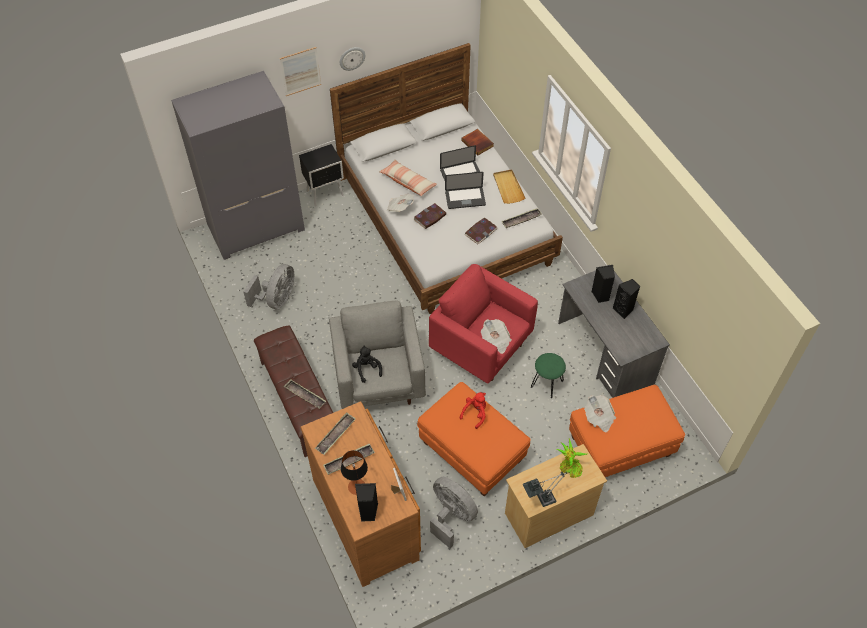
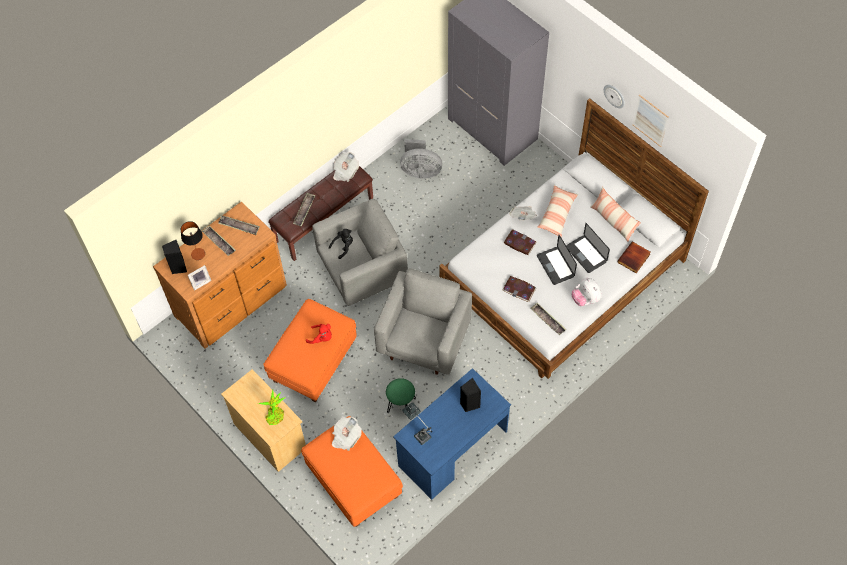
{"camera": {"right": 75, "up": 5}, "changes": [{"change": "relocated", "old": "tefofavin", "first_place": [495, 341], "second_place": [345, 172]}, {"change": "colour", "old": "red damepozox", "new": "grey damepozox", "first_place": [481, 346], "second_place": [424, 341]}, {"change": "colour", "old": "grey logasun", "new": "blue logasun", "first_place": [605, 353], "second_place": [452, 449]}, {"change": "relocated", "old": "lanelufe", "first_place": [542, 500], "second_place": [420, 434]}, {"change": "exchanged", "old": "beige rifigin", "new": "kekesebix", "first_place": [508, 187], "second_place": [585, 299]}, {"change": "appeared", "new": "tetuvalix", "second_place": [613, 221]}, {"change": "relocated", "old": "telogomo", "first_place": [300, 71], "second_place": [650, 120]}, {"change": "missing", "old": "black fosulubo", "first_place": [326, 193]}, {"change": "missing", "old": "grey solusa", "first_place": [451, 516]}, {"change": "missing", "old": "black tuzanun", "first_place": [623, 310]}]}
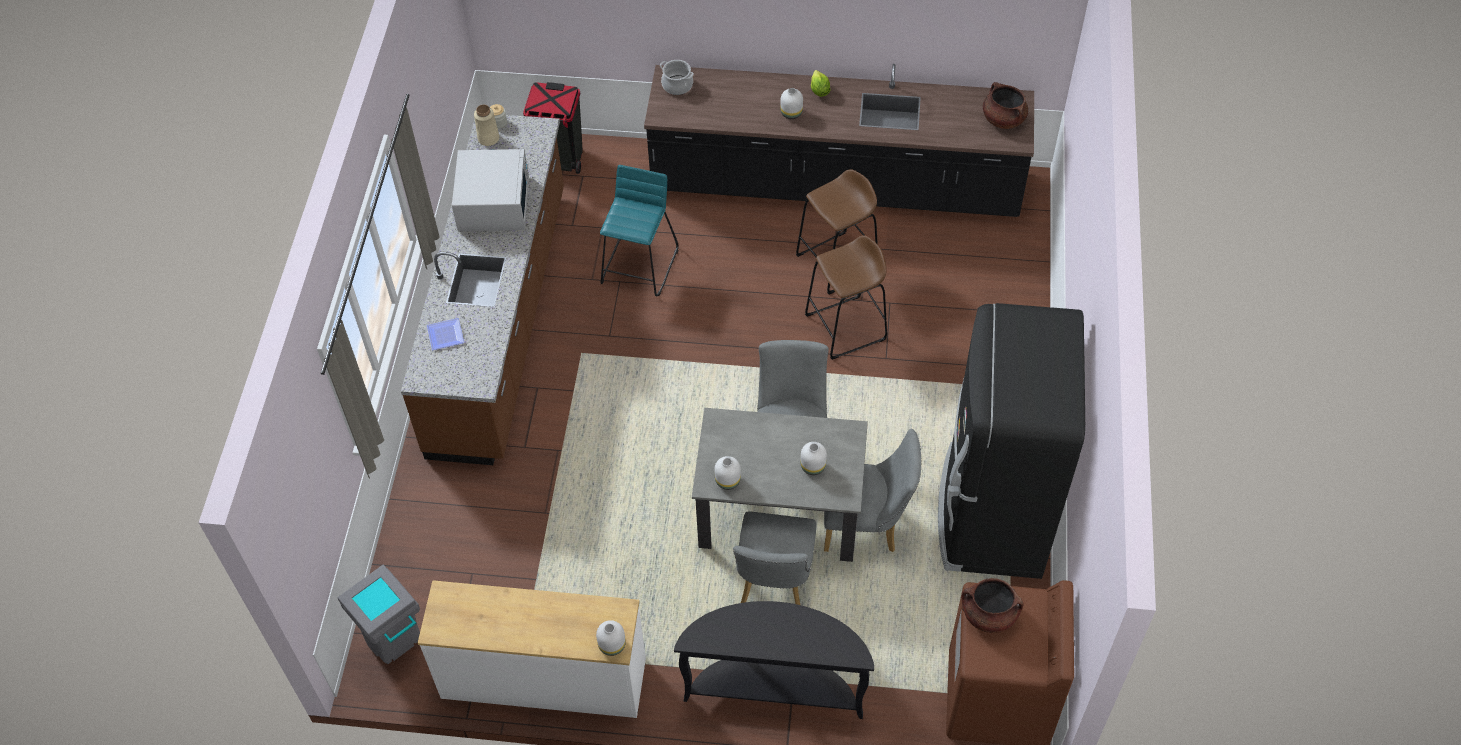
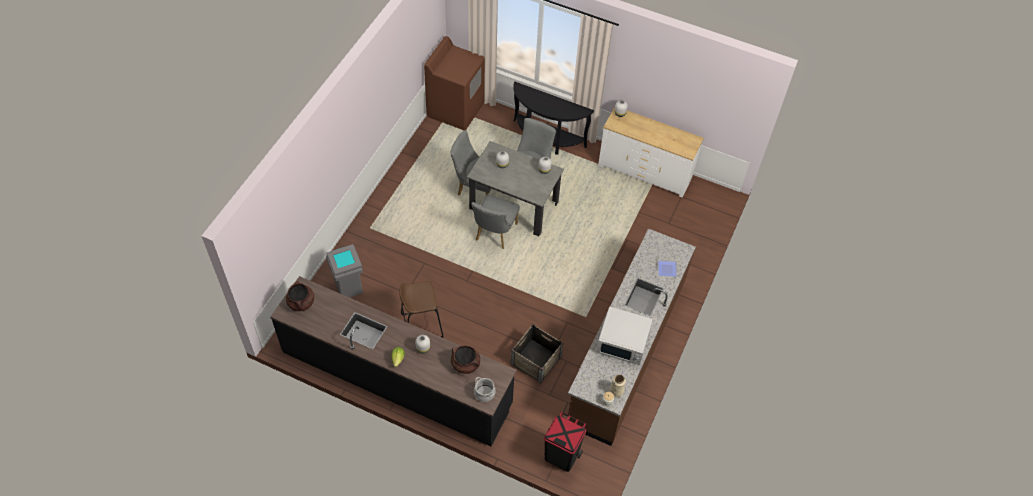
{"camera": {"right": -165, "up": 0}, "changes": [{"change": "relocated", "old": "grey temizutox", "first_place": [398, 647], "second_place": [348, 288]}, {"change": "relocated", "old": "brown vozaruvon", "first_place": [988, 615], "second_place": [465, 364]}, {"change": "exchanged", "old": "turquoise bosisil", "new": "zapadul", "first_place": [640, 266], "second_place": [535, 360]}, {"change": "spun", "old": "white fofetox", "first_place": [494, 203], "second_place": [623, 342], "degrees": -90}, {"change": "missing", "old": "brown bosisil", "first_place": [846, 327]}, {"change": "missing", "old": "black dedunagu", "first_place": [991, 513]}]}
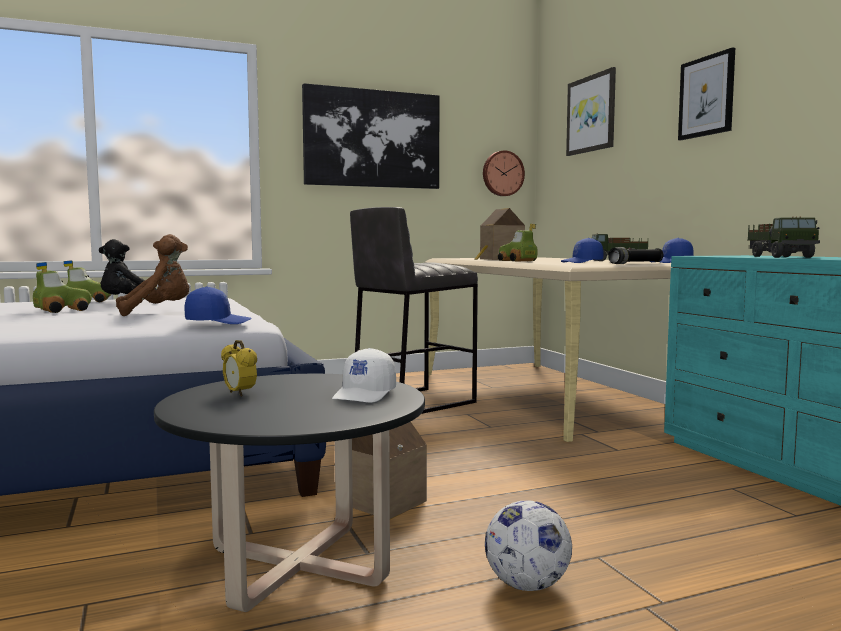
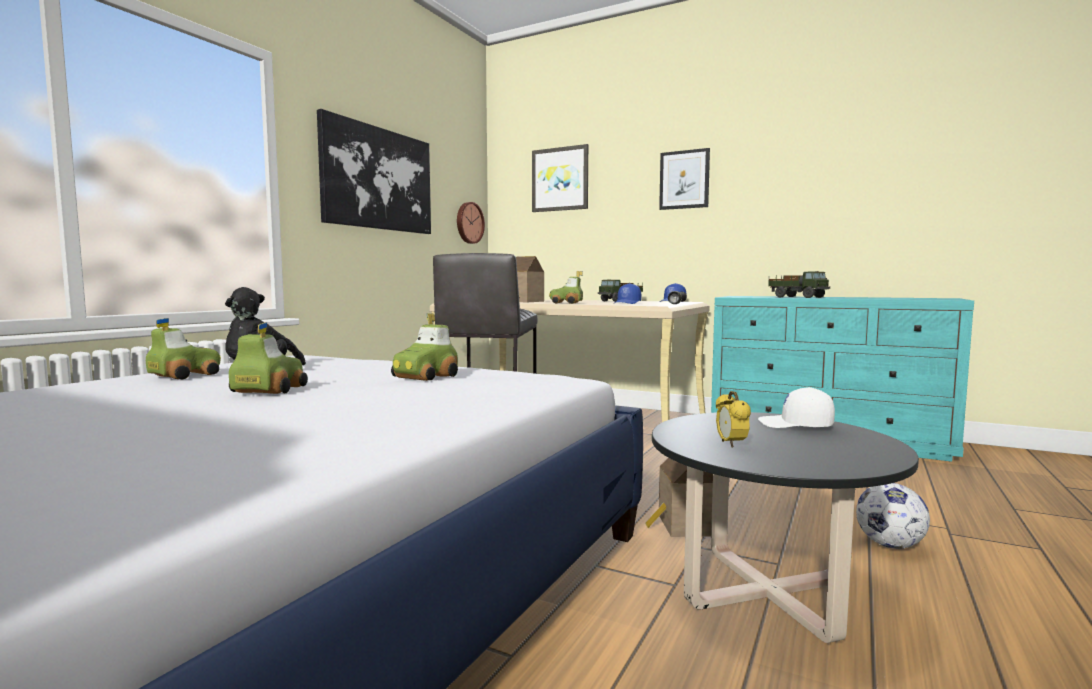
{"camera": {"right": -40, "up": 0}, "changes": [{"change": "exchanged", "old": "brown kekesebix", "new": "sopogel", "first_place": [158, 312], "second_place": [426, 377]}, {"change": "spun", "old": "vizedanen", "first_place": [240, 394], "second_place": [731, 444], "degrees": 75}, {"change": "spun", "old": "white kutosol", "first_place": [365, 394], "second_place": [795, 425], "degrees": 135}, {"change": "missing", "old": "blue kutosol", "first_place": [218, 322]}]}
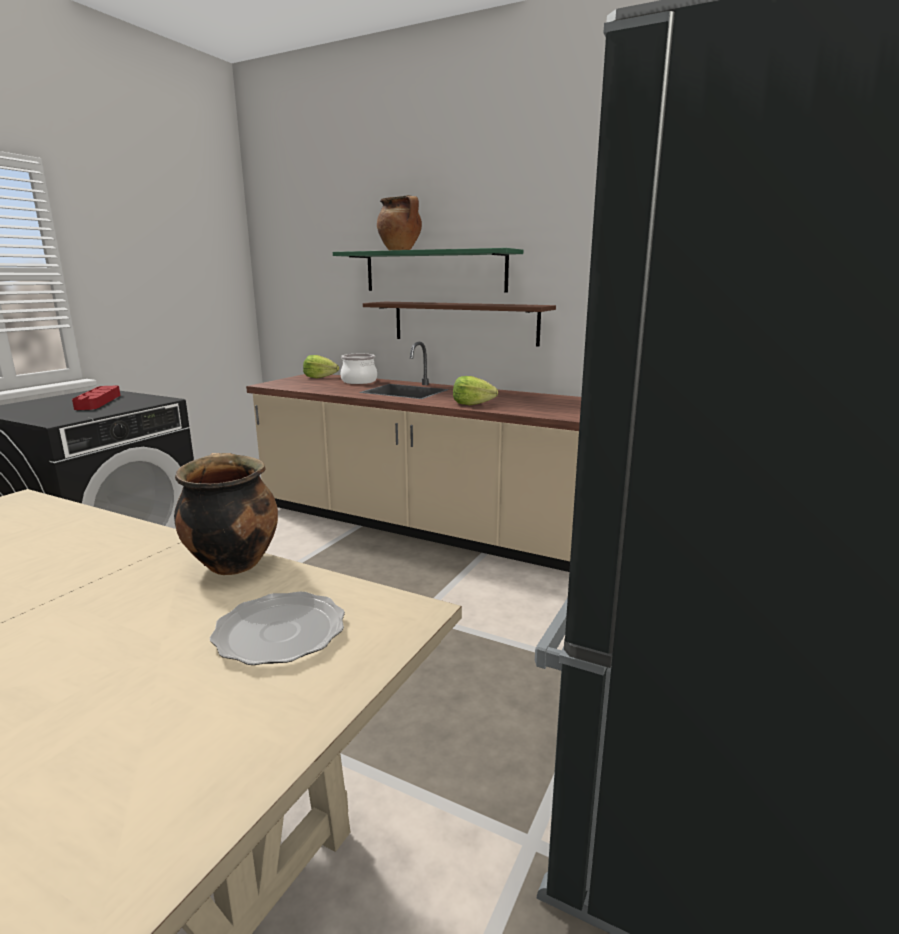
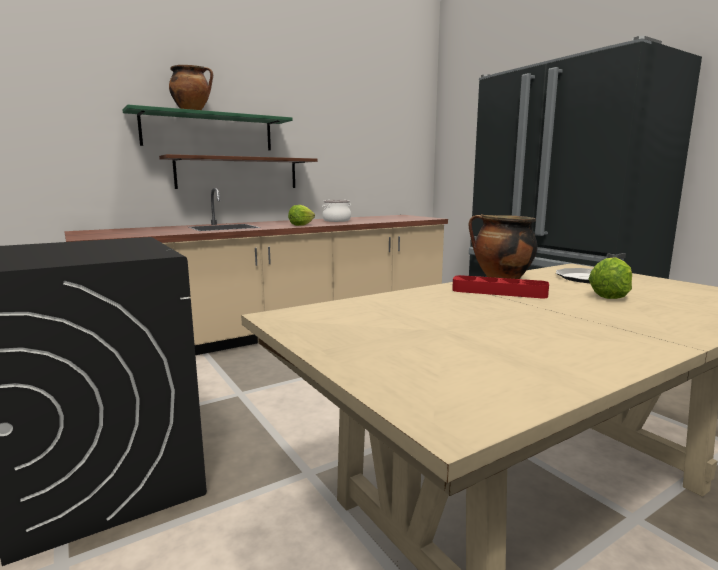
{"camera": {"right": -60, "up": -5}, "changes": [{"change": "relocated", "old": "vozaruvon", "first_place": [359, 381], "second_place": [336, 220]}, {"change": "relocated", "old": "red rifigin", "first_place": [98, 402], "second_place": [499, 292]}, {"change": "relocated", "old": "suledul", "first_place": [320, 377], "second_place": [610, 296]}]}
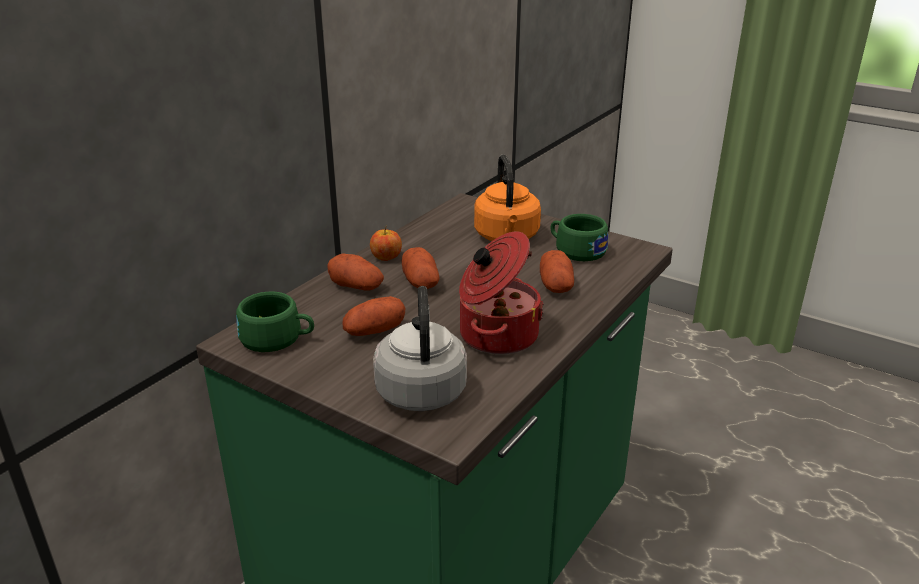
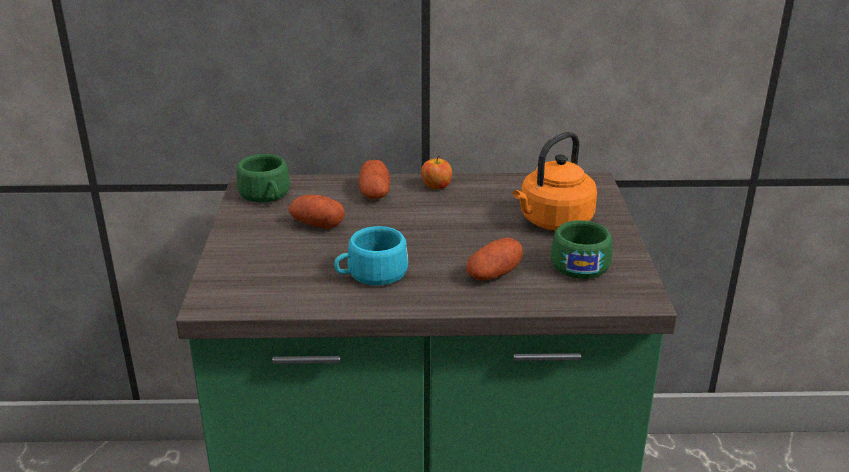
{"camera": {"right": 55, "up": 0}, "changes": [{"change": "exchanged", "old": "vozaruvon", "new": "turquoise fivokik", "first_place": [496, 335], "second_place": [371, 274]}, {"change": "missing", "old": "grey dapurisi", "first_place": [421, 389]}, {"change": "missing", "old": "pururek", "first_place": [420, 282]}]}
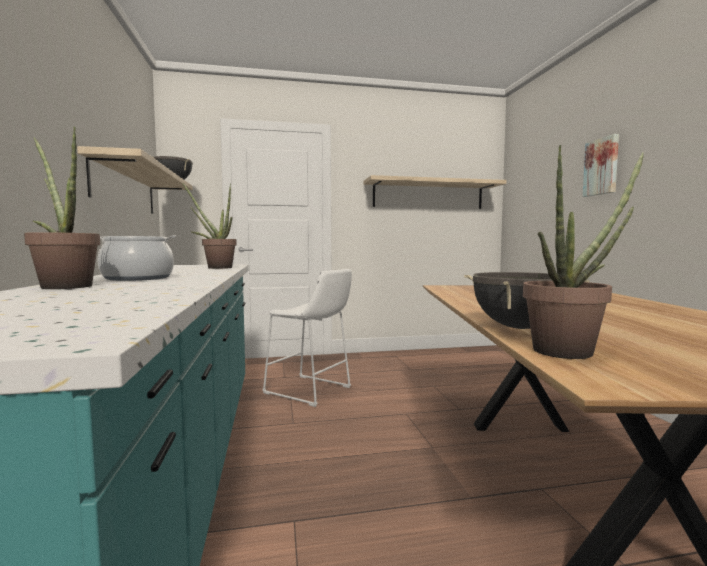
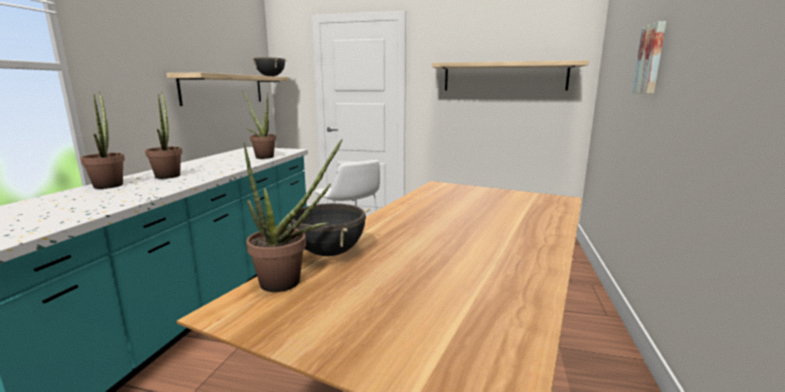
{"camera": {"right": 25, "up": 10}, "changes": [{"change": "exchanged", "old": "vozaruvon", "new": "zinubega", "first_place": [138, 278], "second_place": [168, 175]}]}
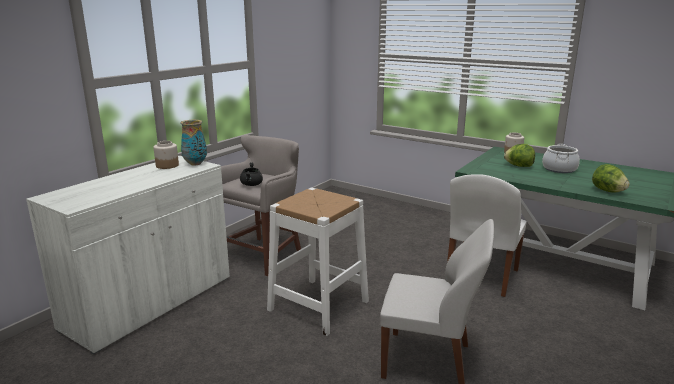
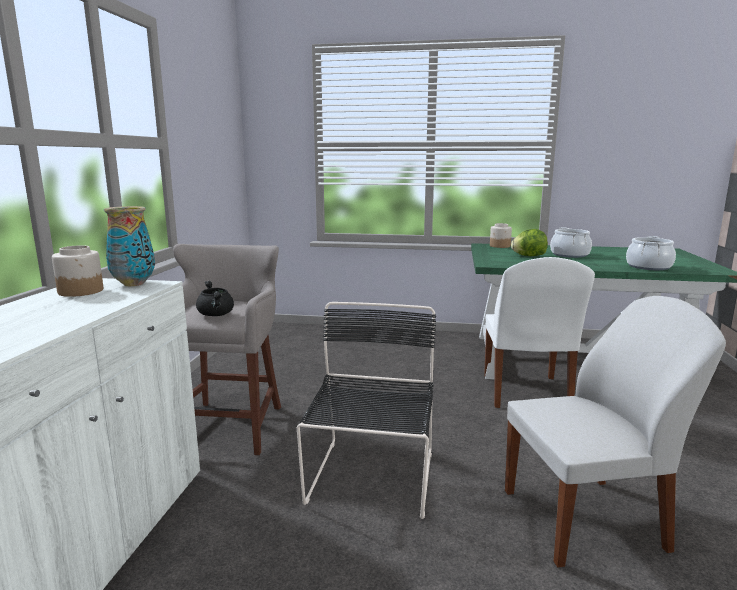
{"camera": {"right": -25, "up": -5}, "changes": [{"change": "exchanged", "old": "white bosisil", "new": "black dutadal", "first_place": [318, 305], "second_place": [371, 480]}, {"change": "exchanged", "old": "suledul", "new": "vozaruvon", "first_place": [607, 191], "second_place": [648, 267]}]}
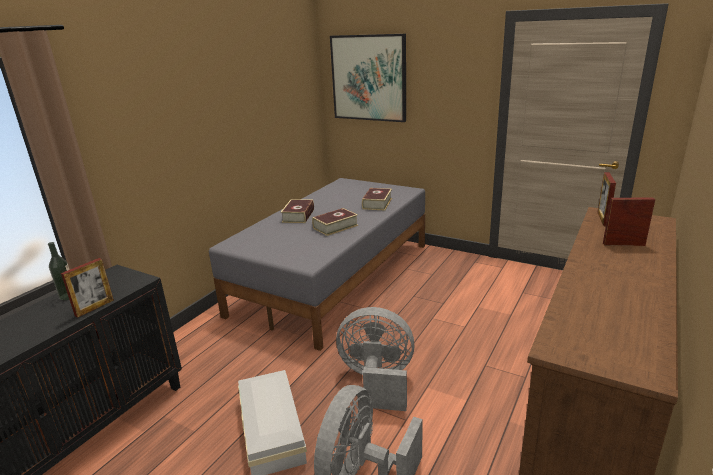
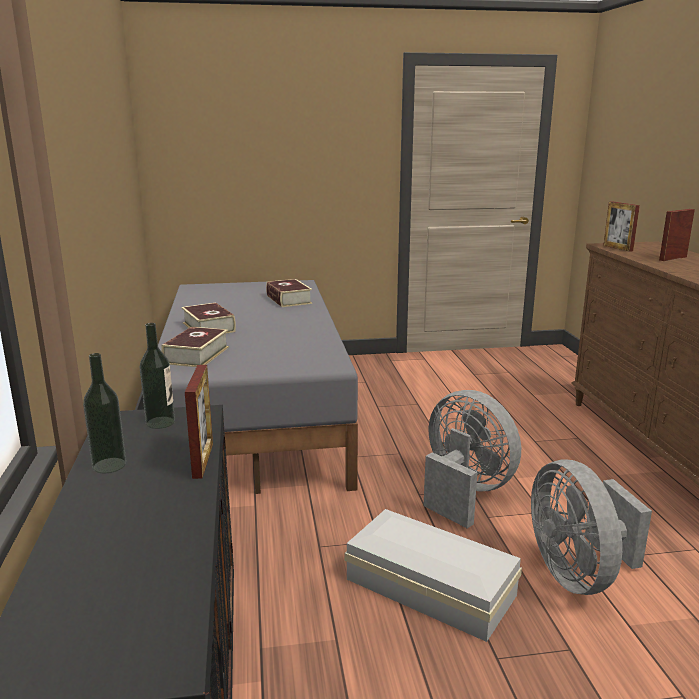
{"camera": {"right": -40, "up": -5}, "changes": [{"change": "appeared", "new": "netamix", "second_place": [160, 422]}, {"change": "relocated", "old": "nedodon", "first_place": [335, 227], "second_place": [196, 355]}, {"change": "spun", "old": "grey solusa", "first_place": [377, 381], "second_place": [464, 492], "degrees": 75}, {"change": "missing", "old": "telogomo", "first_place": [369, 78]}]}
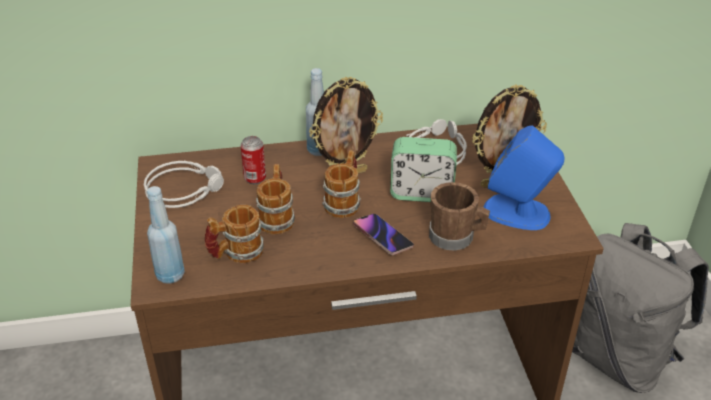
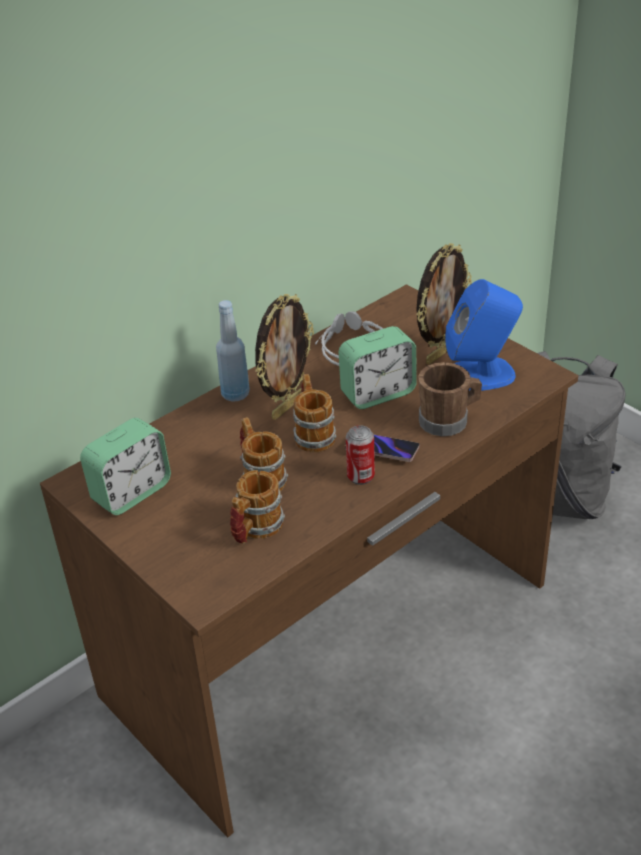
{"camera": {"right": -30, "up": 0}, "changes": [{"change": "exchanged", "old": "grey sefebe", "new": "vizedanen", "first_place": [185, 188], "second_place": [131, 492]}, {"change": "relocated", "old": "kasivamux", "first_place": [255, 178], "second_place": [360, 476]}, {"change": "missing", "old": "blue netamix", "first_place": [170, 275]}]}
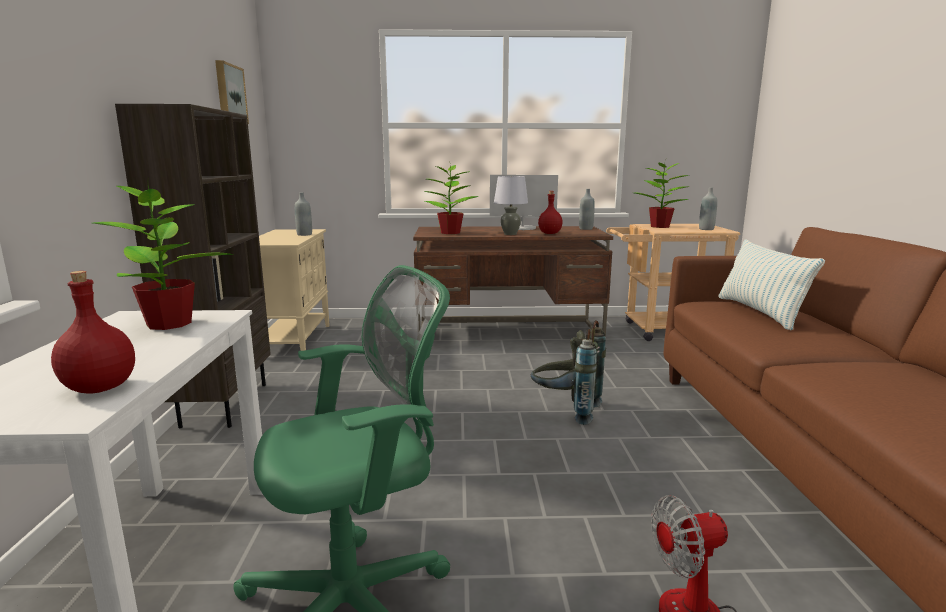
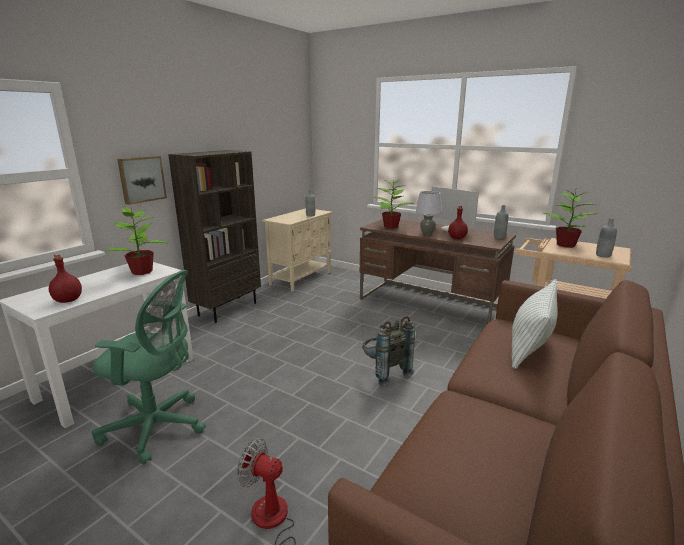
{"camera": {"right": 35, "up": 5}, "changes": [{"change": "relocated", "old": "telogomo", "first_place": [229, 94], "second_place": [141, 179]}]}
